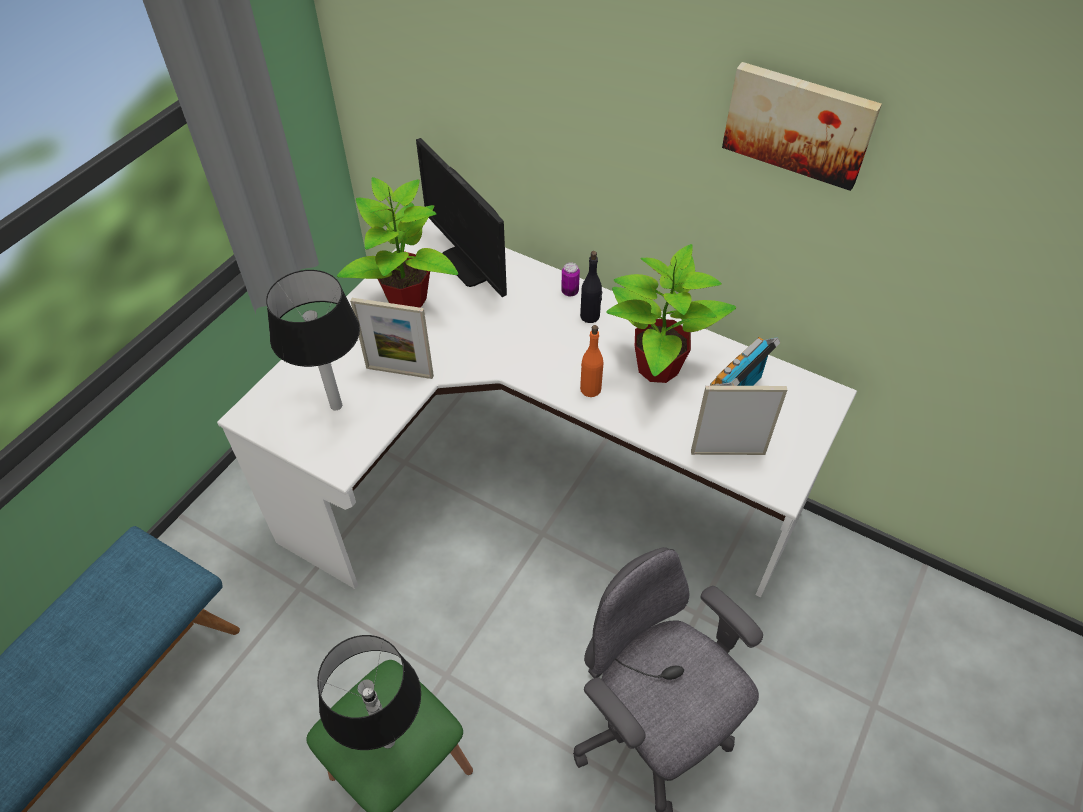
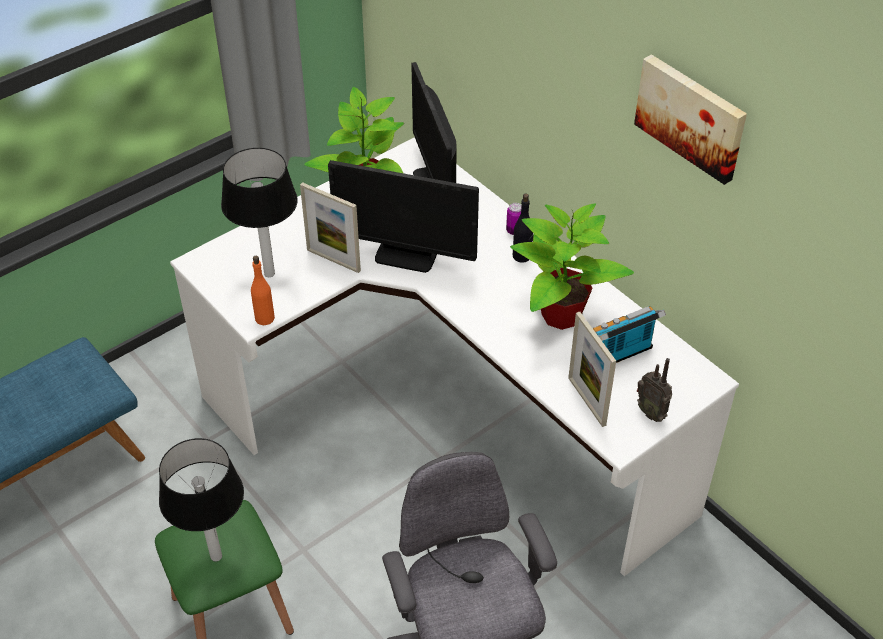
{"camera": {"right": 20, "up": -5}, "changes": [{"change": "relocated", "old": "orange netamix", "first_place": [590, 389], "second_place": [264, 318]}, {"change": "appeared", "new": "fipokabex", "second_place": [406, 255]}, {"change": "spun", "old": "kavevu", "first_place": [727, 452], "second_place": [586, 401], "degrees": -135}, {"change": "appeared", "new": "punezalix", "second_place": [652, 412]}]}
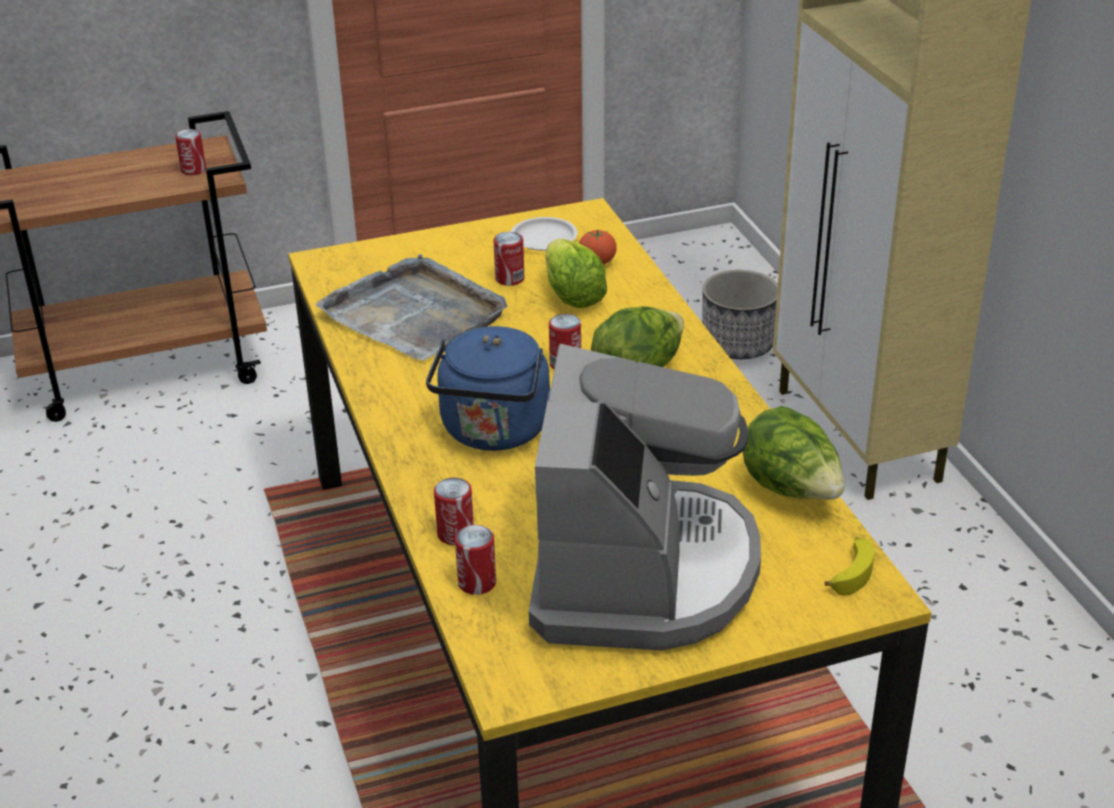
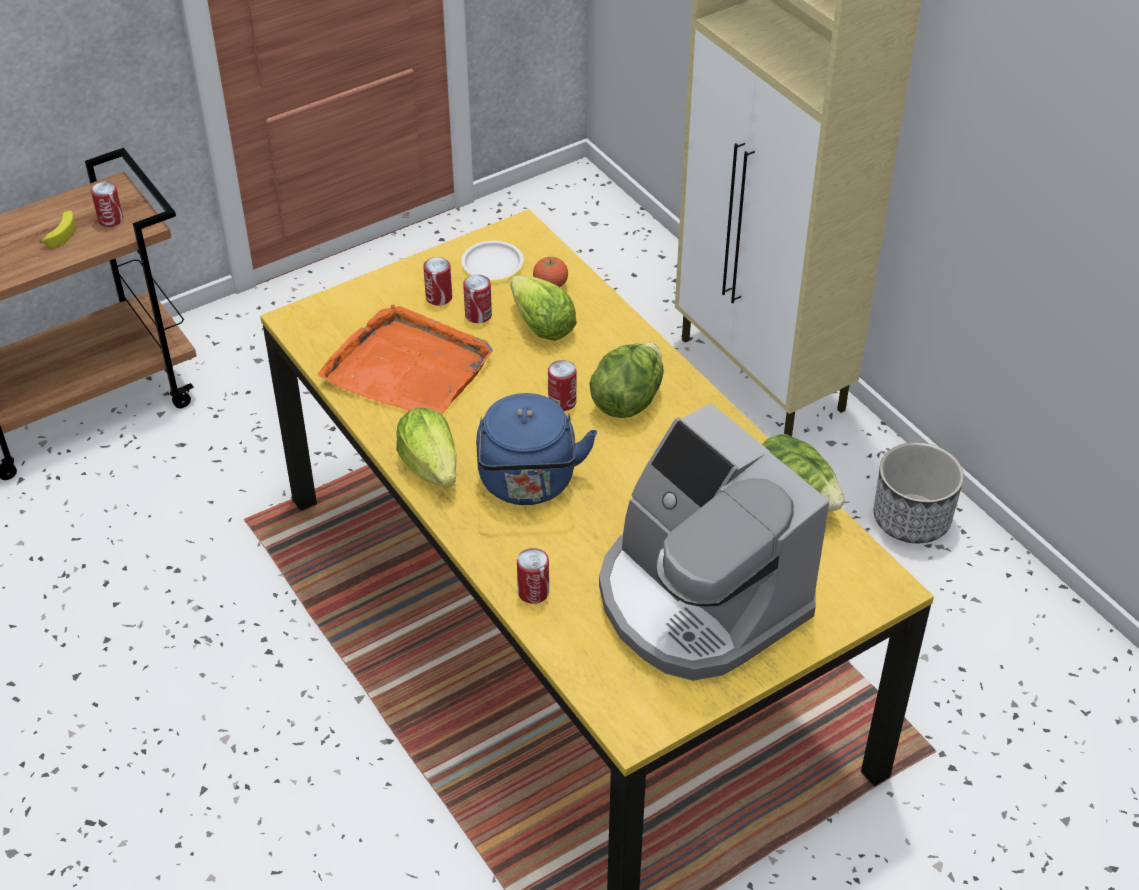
{"camera": {"right": -15, "up": 10}, "changes": [{"change": "relocated", "old": "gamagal", "first_place": [850, 571], "second_place": [61, 232]}, {"change": "colour", "old": "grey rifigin", "new": "orange rifigin", "first_place": [416, 314], "second_place": [408, 368]}, {"change": "appeared", "new": "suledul", "second_place": [431, 466]}, {"change": "relocated", "old": "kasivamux", "first_place": [477, 583], "second_place": [439, 297]}, {"change": "spun", "old": "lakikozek", "first_place": [641, 571], "second_place": [698, 600], "degrees": 150}, {"change": "relocated", "old": "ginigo", "first_place": [738, 344], "second_place": [912, 519]}]}
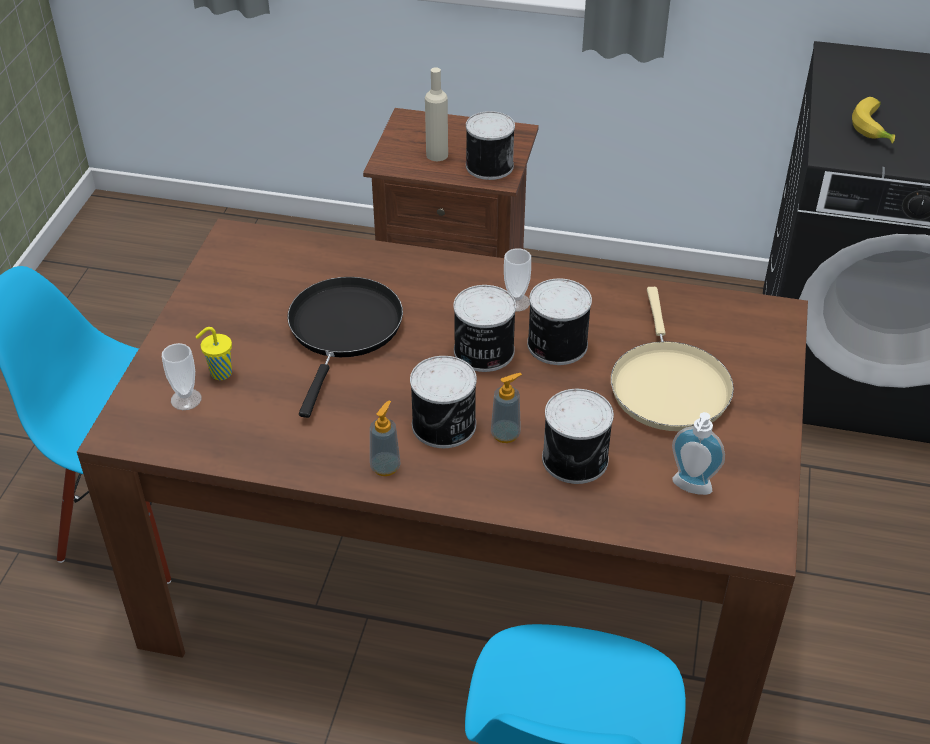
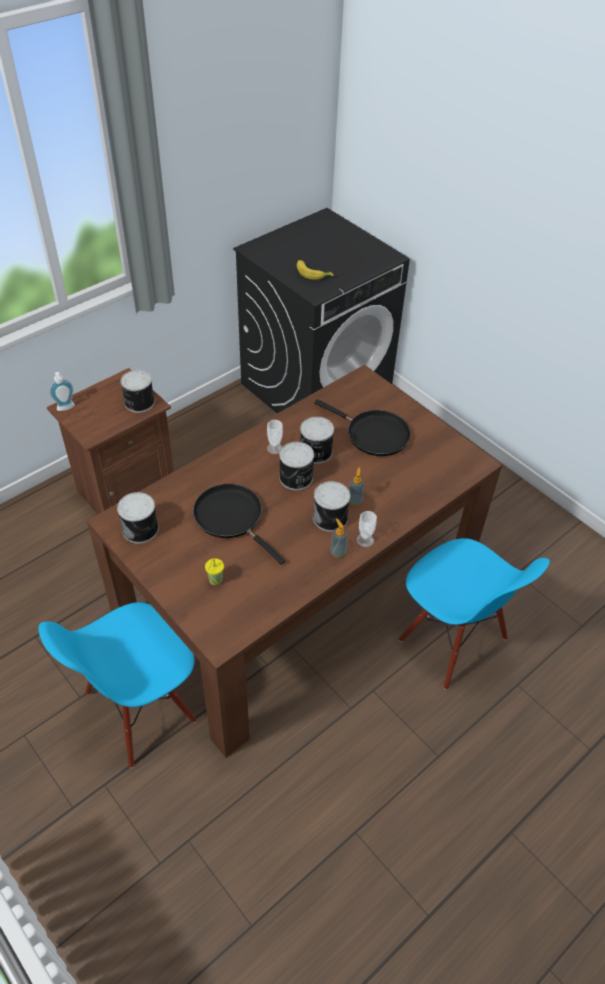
{"camera": {"right": -55, "up": 5}, "changes": [{"change": "relocated", "old": "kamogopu", "first_place": [690, 489], "second_place": [66, 408]}, {"change": "relocated", "old": "kasivamux", "first_place": [577, 459], "second_place": [141, 529]}, {"change": "colour", "old": "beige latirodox", "new": "black latirodox", "first_place": [668, 385], "second_place": [373, 434]}, {"change": "relocated", "old": "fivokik", "first_place": [186, 399], "second_place": [365, 540]}, {"change": "missing", "old": "beige netamix", "first_place": [437, 155]}]}
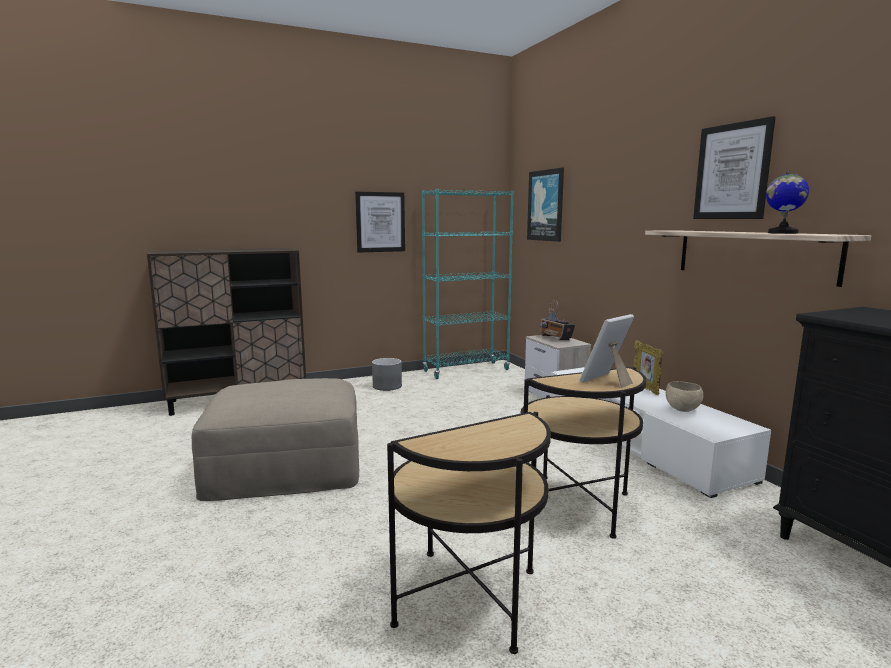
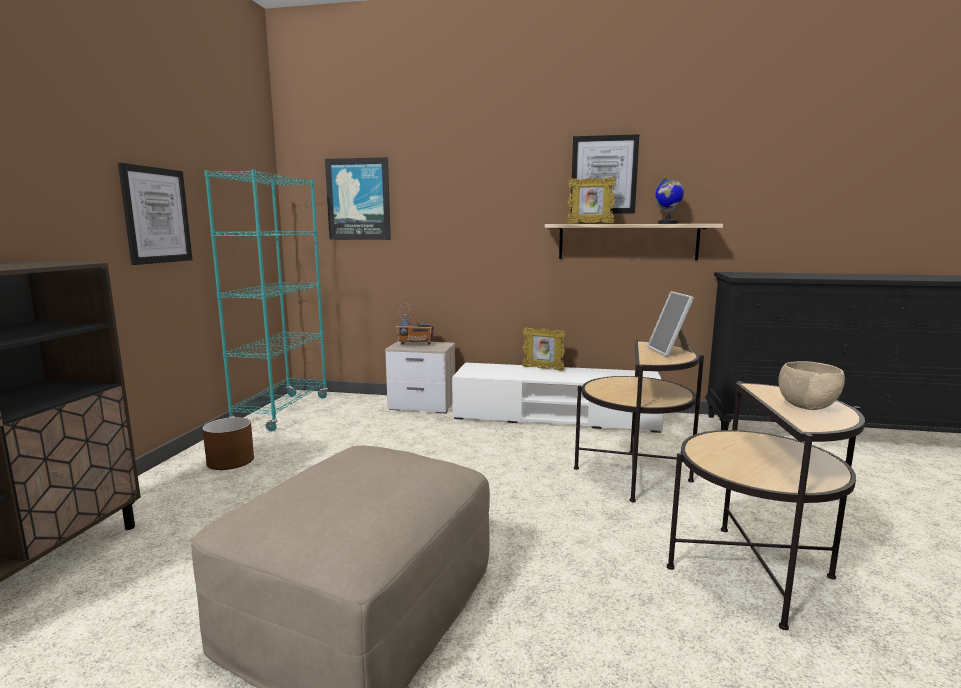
{"camera": {"right": -55, "up": 0}, "changes": [{"change": "colour", "old": "grey ginigo", "new": "brown ginigo", "first_place": [387, 386], "second_place": [231, 461]}, {"change": "appeared", "new": "kavevu", "second_place": [590, 223]}, {"change": "relocated", "old": "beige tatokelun", "first_place": [683, 410], "second_place": [807, 407]}]}
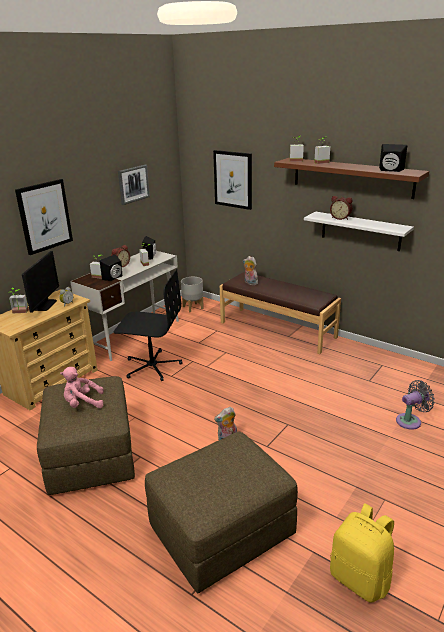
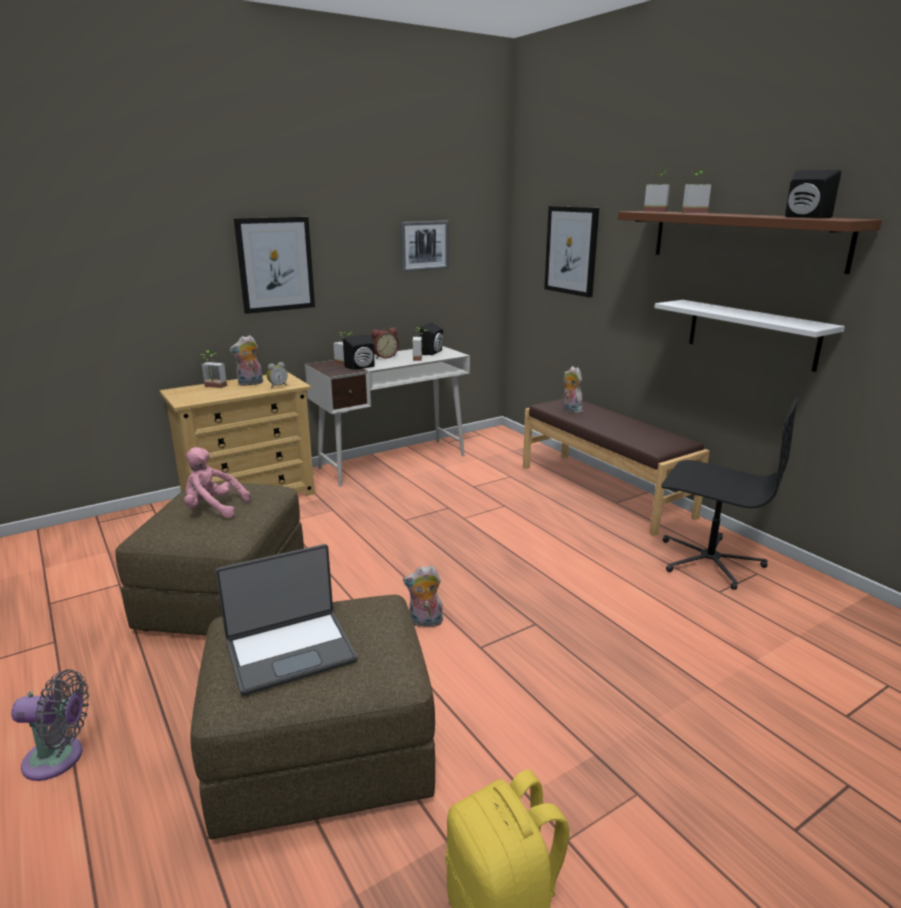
{"camera": {"right": 20, "up": -5}, "changes": [{"change": "relocated", "old": "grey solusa", "first_place": [410, 421], "second_place": [59, 758]}, {"change": "appeared", "new": "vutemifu", "second_place": [290, 651]}, {"change": "exchanged", "old": "fipokabex", "new": "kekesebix", "first_place": [44, 305], "second_place": [250, 384]}, {"change": "relocated", "old": "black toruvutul", "first_place": [152, 366], "second_place": [709, 560]}, {"change": "missing", "old": "grey ginigo", "first_place": [193, 307]}, {"change": "missing", "old": "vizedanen", "first_place": [340, 218]}]}
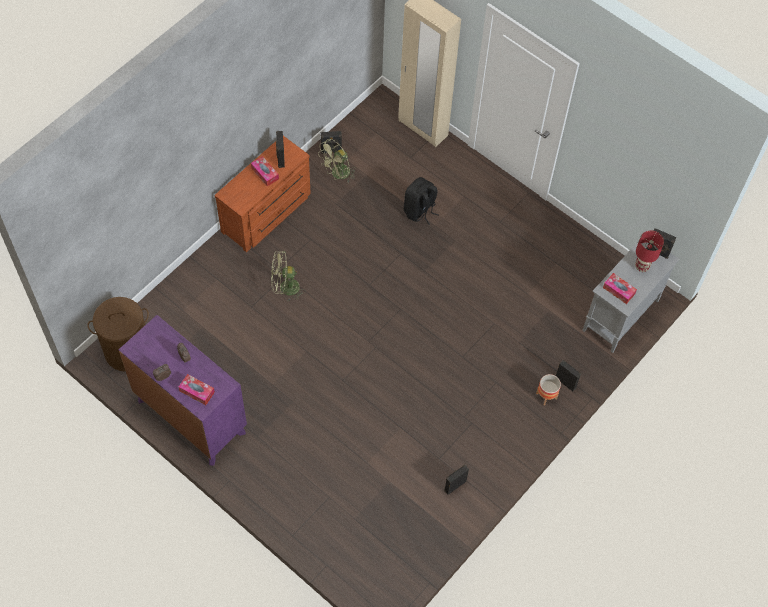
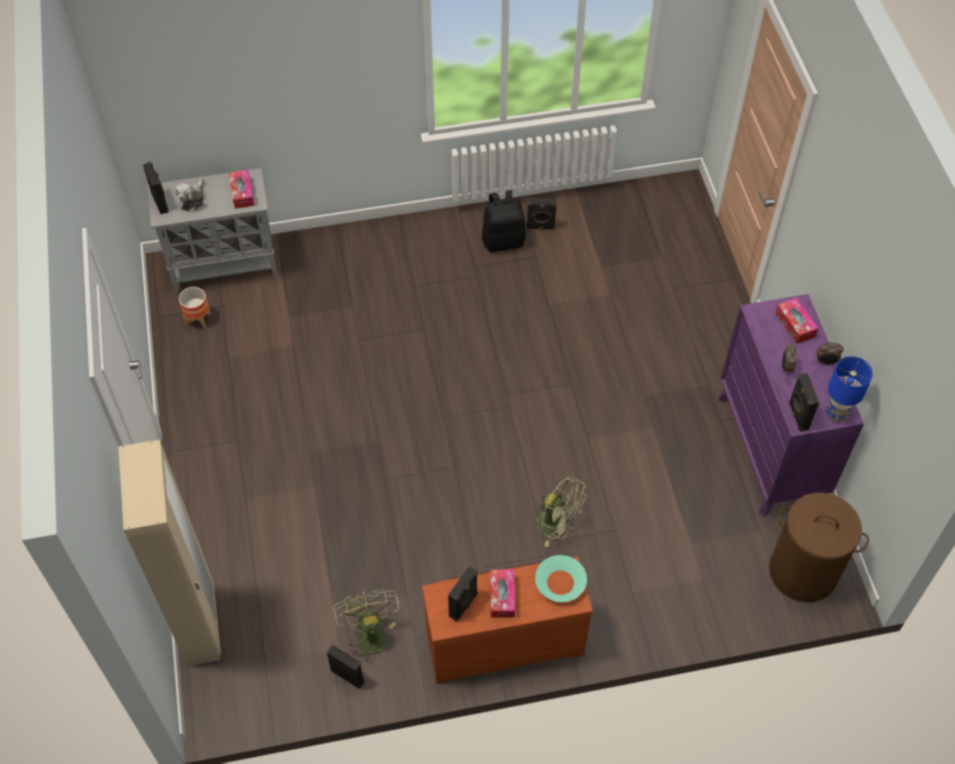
{"camera": {"right": -140, "up": -5}, "changes": [{"change": "exchanged", "old": "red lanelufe", "new": "kekesebix", "first_place": [642, 267], "second_place": [192, 199]}, {"change": "relocated", "old": "ginigo", "first_place": [546, 396], "second_place": [198, 319]}, {"change": "spun", "old": "green solusa", "first_place": [337, 175], "second_place": [369, 634], "degrees": -105}, {"change": "relocated", "old": "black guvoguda", "first_place": [419, 211], "second_place": [503, 240]}, {"change": "appeared", "new": "turquoise tatokelun", "second_place": [560, 582]}, {"change": "relocated", "old": "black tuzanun", "first_place": [566, 382], "second_place": [797, 416]}, {"change": "appeared", "new": "blue lanelufe", "second_place": [836, 413]}]}
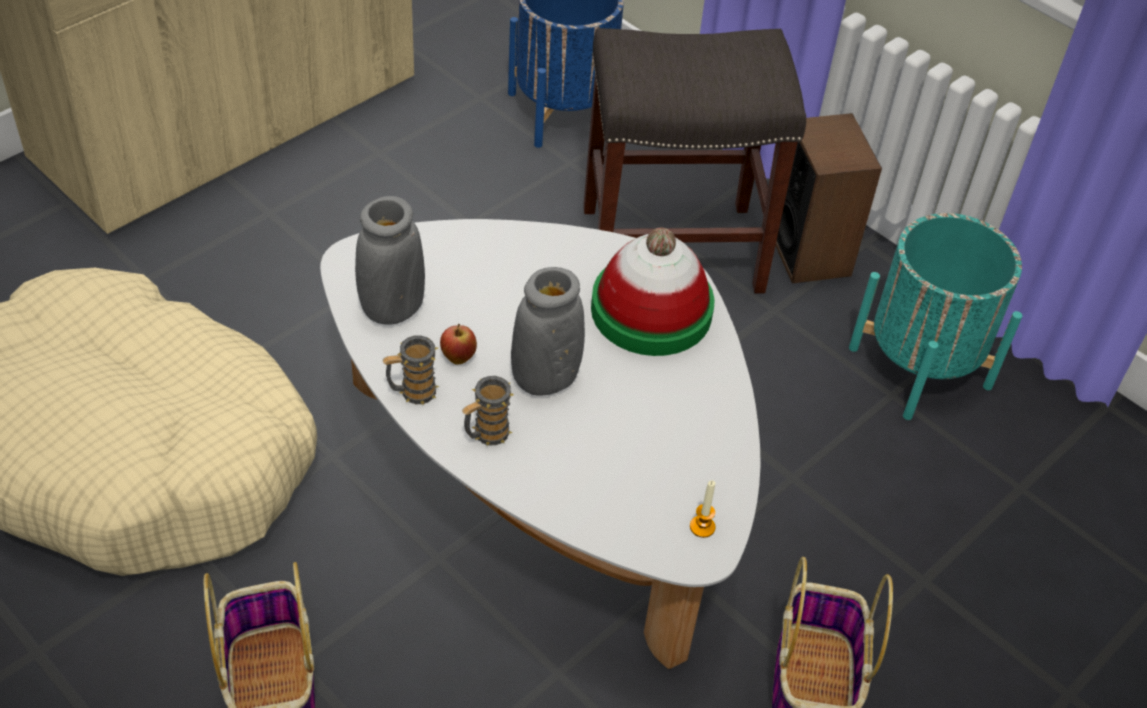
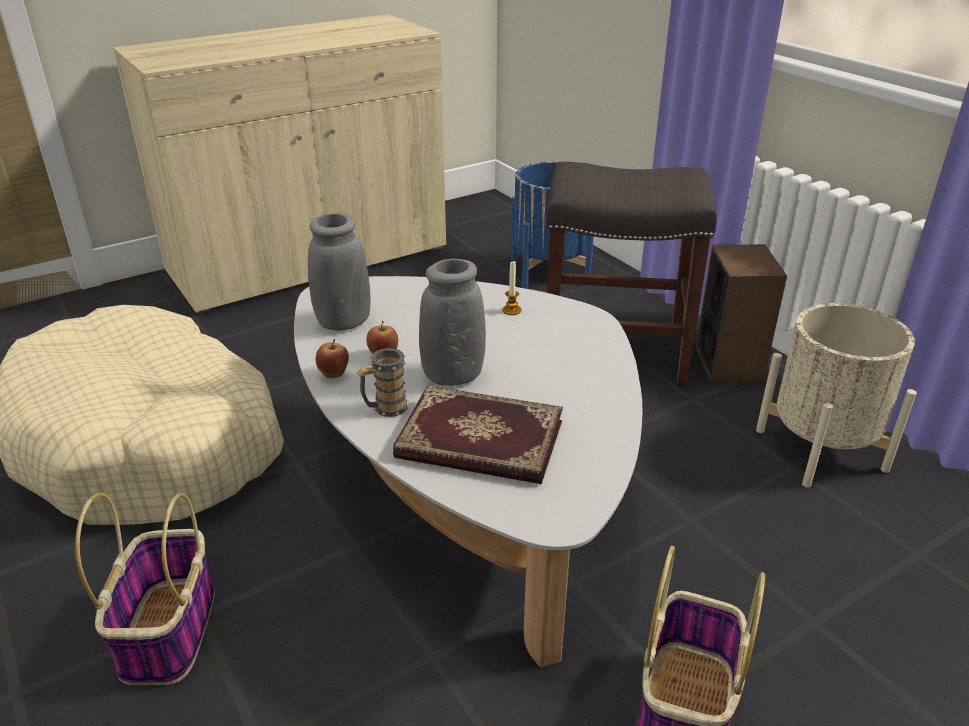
{"camera": {"right": 15, "up": -15}, "changes": [{"change": "exchanged", "old": "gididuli", "new": "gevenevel", "first_place": [412, 392], "second_place": [334, 375]}, {"change": "appeared", "new": "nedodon", "second_place": [479, 442]}, {"change": "relocated", "old": "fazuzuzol", "first_place": [702, 527], "second_place": [511, 310]}, {"change": "colour", "old": "turquoise ginigo", "new": "beige ginigo", "first_place": [919, 367], "second_place": [820, 449]}, {"change": "missing", "old": "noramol", "first_place": [651, 310]}]}
